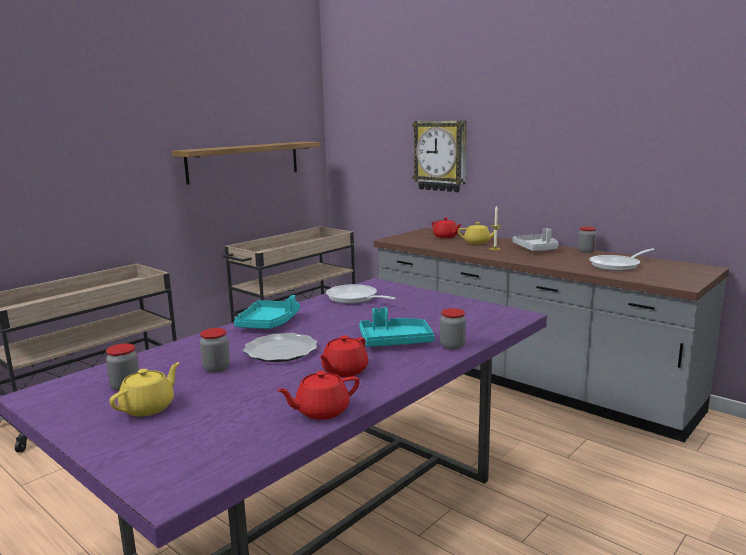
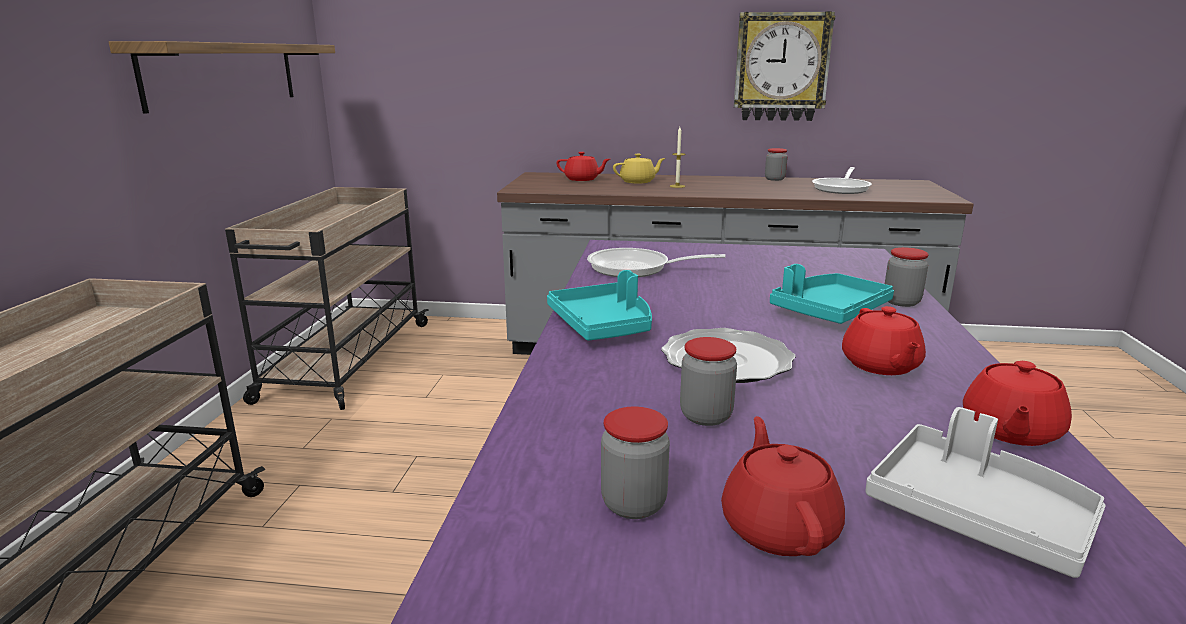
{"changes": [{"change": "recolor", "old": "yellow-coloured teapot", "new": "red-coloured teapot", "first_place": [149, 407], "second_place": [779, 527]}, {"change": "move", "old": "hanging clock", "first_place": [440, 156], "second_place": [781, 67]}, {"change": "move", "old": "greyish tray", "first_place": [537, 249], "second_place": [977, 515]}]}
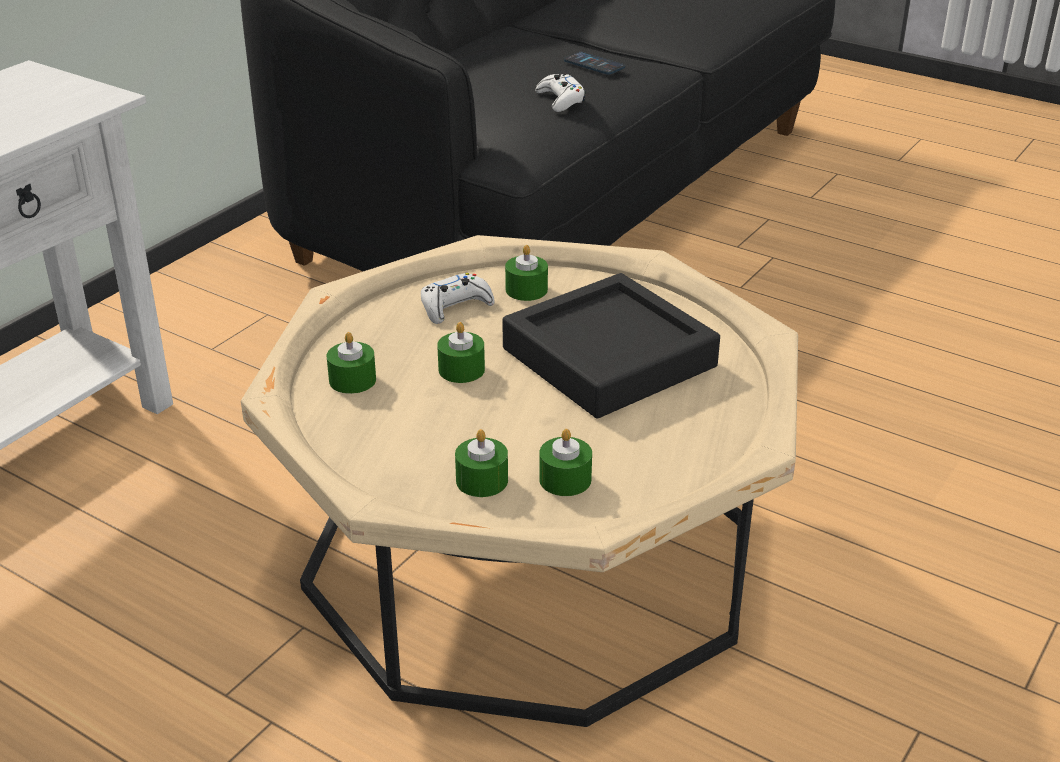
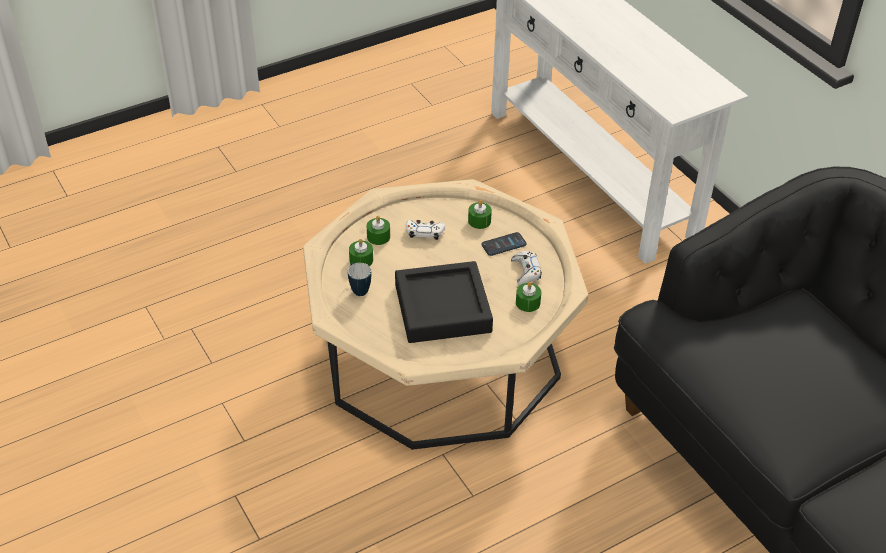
{"changes": [{"change": "insert", "new": "mug", "second_place": [358, 289]}, {"change": "move", "old": "white joypad", "first_place": [561, 100], "second_place": [425, 232]}, {"change": "move", "old": "telephone", "first_place": [594, 64], "second_place": [503, 244]}, {"change": "delete", "old": "green-coloured wax candle", "first_place": [461, 370]}]}
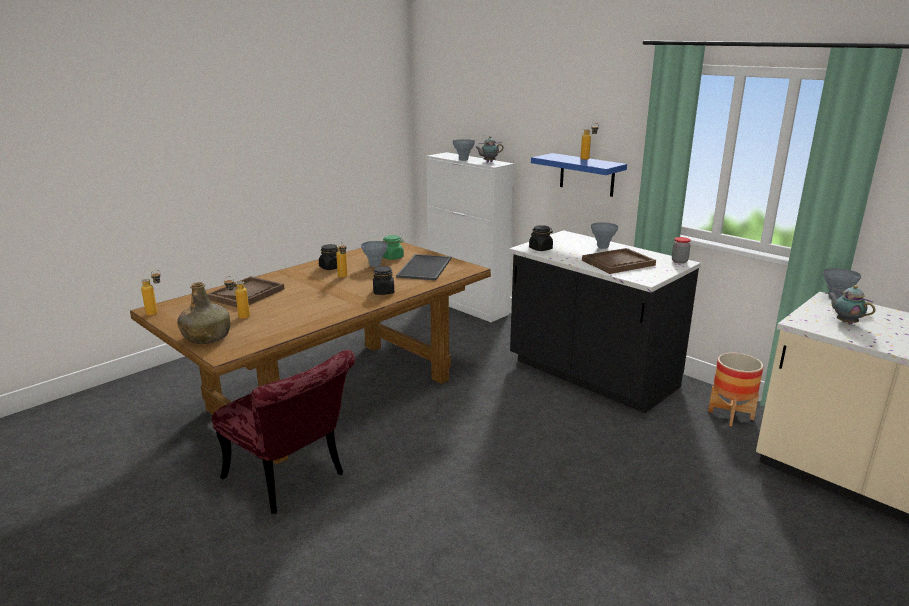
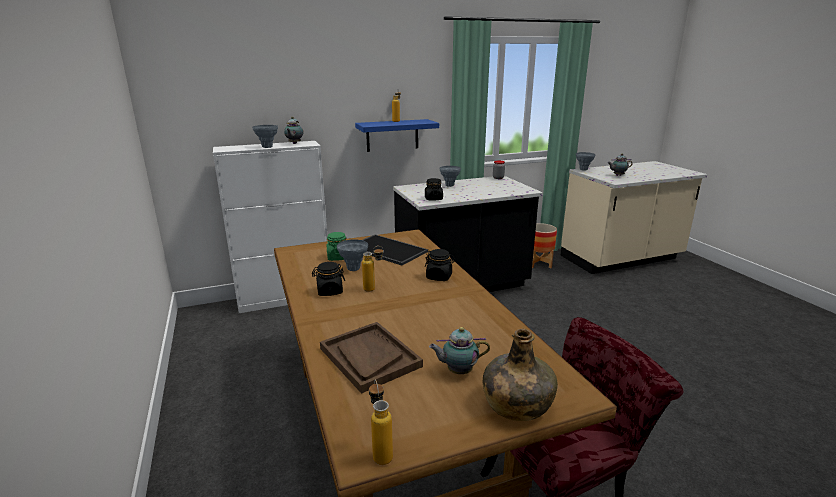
{"changes": [{"change": "replace", "old": "drink bottle", "new": "teapot", "first_place": [239, 318], "second_place": [457, 371]}, {"change": "delete", "old": "brown tray", "first_place": [618, 263]}]}
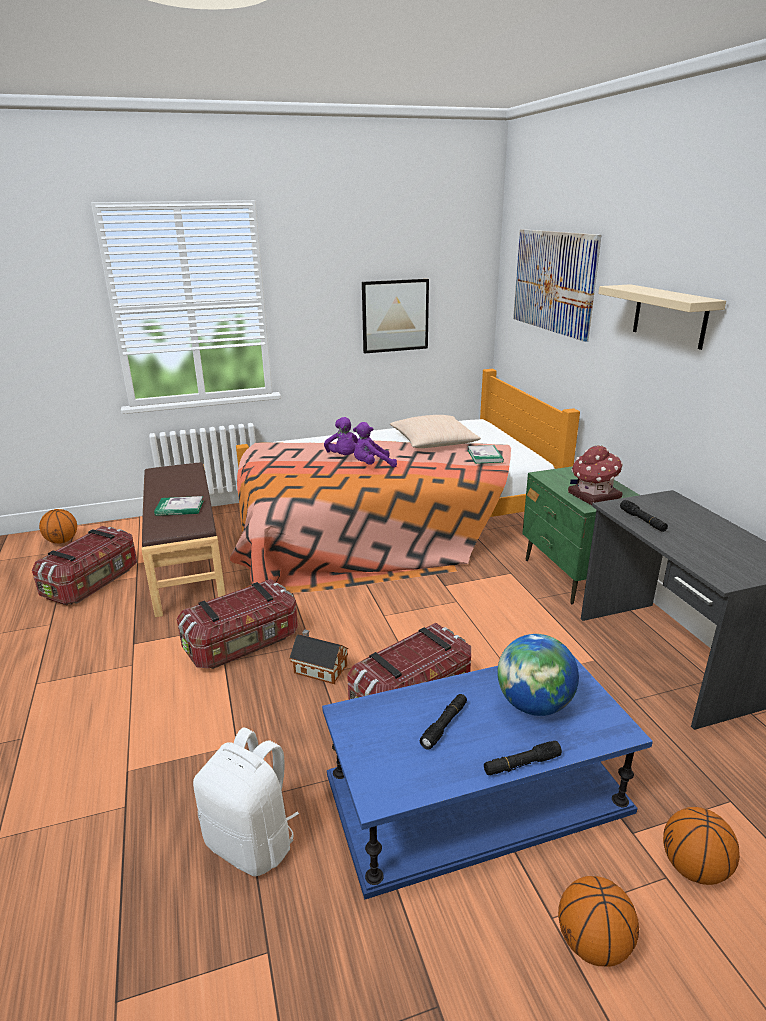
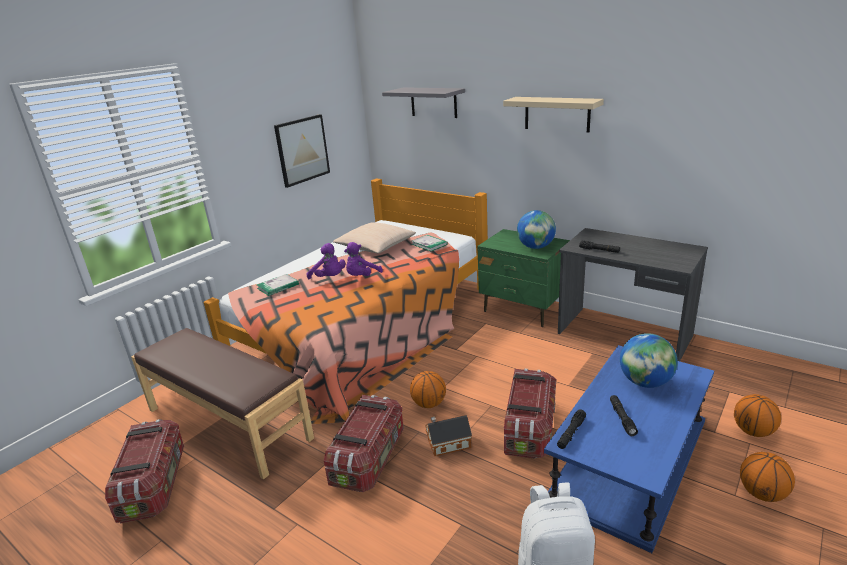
{"changes": [{"change": "move", "old": "book", "first_place": [179, 508], "second_place": [278, 286]}, {"change": "replace", "old": "wall art", "new": "greyish shelf", "first_place": [554, 281], "second_place": [433, 102]}, {"change": "move", "old": "ball for basketball", "first_place": [62, 541], "second_place": [429, 404]}, {"change": "replace", "old": "toy house", "new": "world globe", "first_place": [593, 495], "second_place": [536, 247]}, {"change": "move", "old": "black torch", "first_place": [521, 764], "second_place": [571, 433]}]}
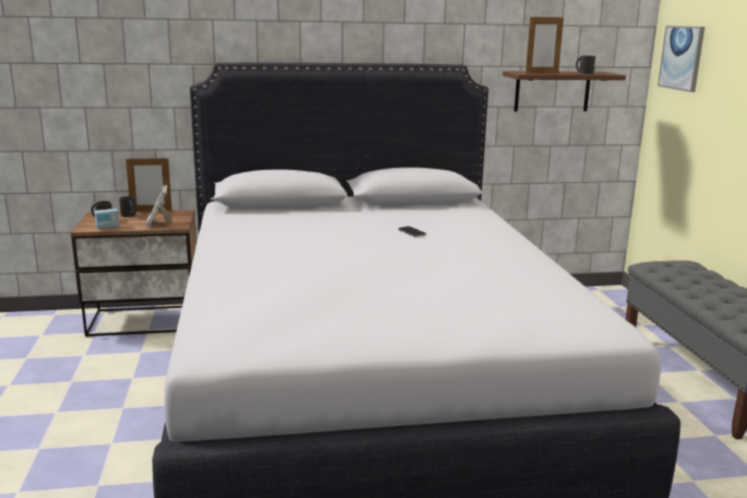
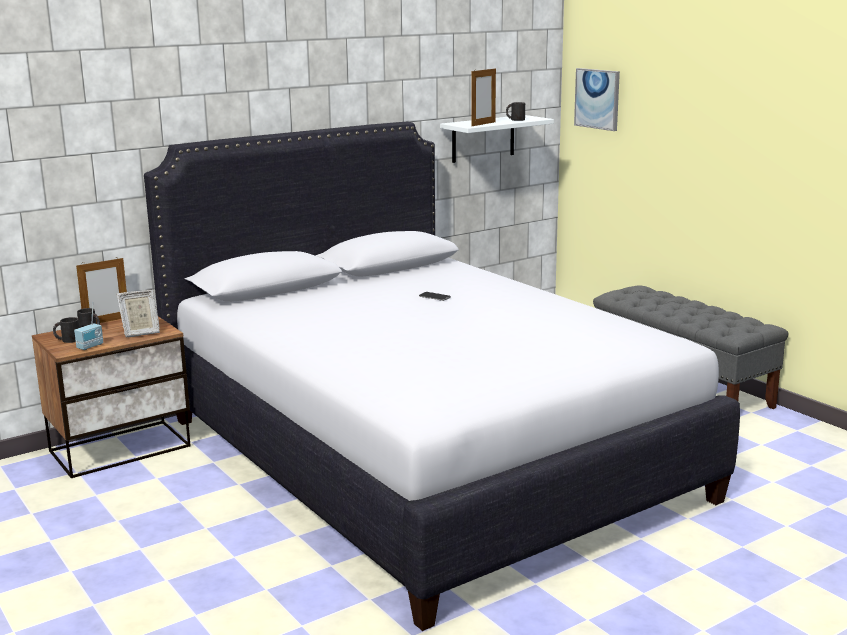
{"changes": [{"change": "rotate", "old": "standing frame", "first_place": [158, 223], "second_place": [140, 333], "degrees": -75}, {"change": "recolor", "old": "brown shelf", "new": "white shelf", "first_place": [552, 91], "second_place": [483, 138]}]}
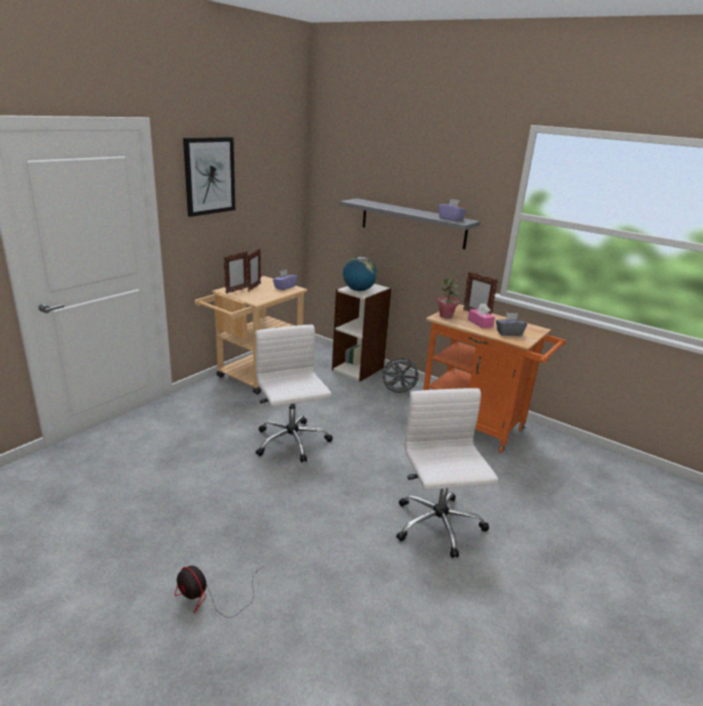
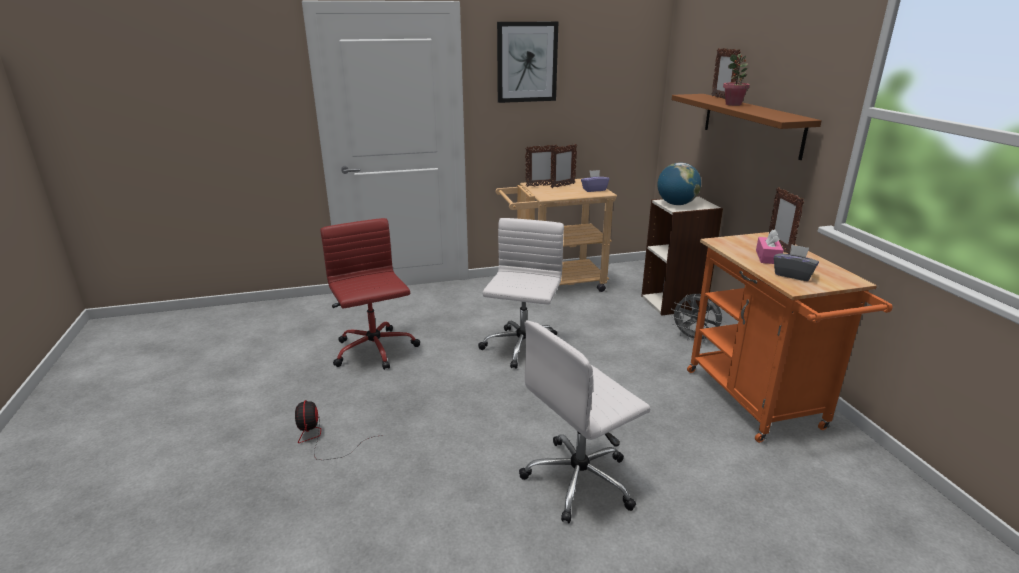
{"changes": [{"change": "insert", "new": "red-coloured desk chair", "second_place": [375, 351]}, {"change": "rotate", "old": "white desk chair", "first_place": [438, 526], "second_place": [580, 480], "degrees": -150}, {"change": "recolor", "old": "greyish shelf", "new": "brown shelf", "first_place": [412, 223], "second_place": [751, 124]}, {"change": "insert", "new": "standing frame", "second_place": [721, 98]}, {"change": "move", "old": "plant in a pot", "first_place": [446, 316], "second_place": [733, 104]}, {"change": "delete", "old": "purplish tissue holder", "first_place": [451, 219]}]}
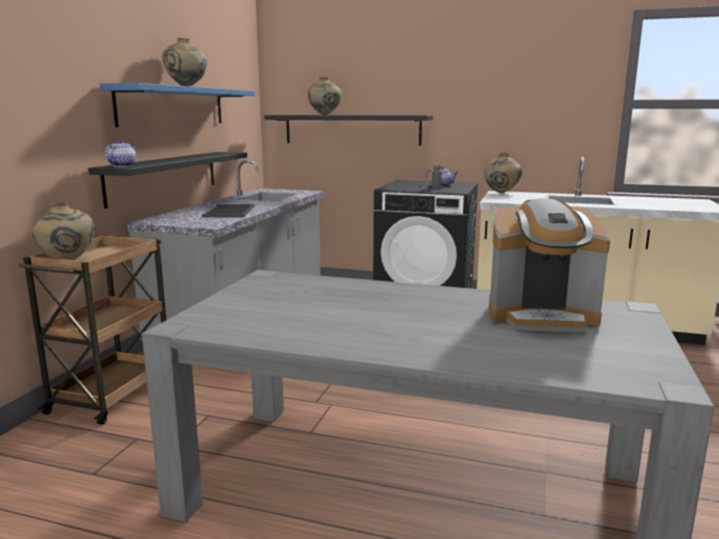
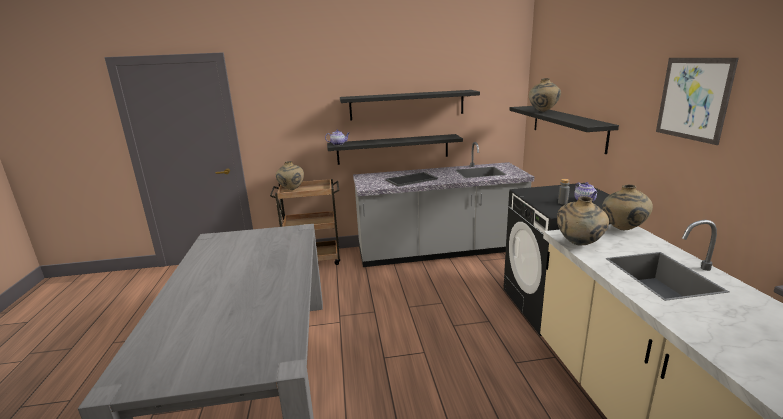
{"changes": [{"change": "recolor", "old": "blue shelf", "new": "black shelf", "first_place": [173, 106], "second_place": [407, 105]}, {"change": "move", "old": "beige-coloured flower vase", "first_place": [186, 87], "second_place": [579, 244]}, {"change": "insert", "new": "wall art", "second_place": [693, 99]}, {"change": "delete", "old": "coffee maker", "first_place": [541, 316]}]}
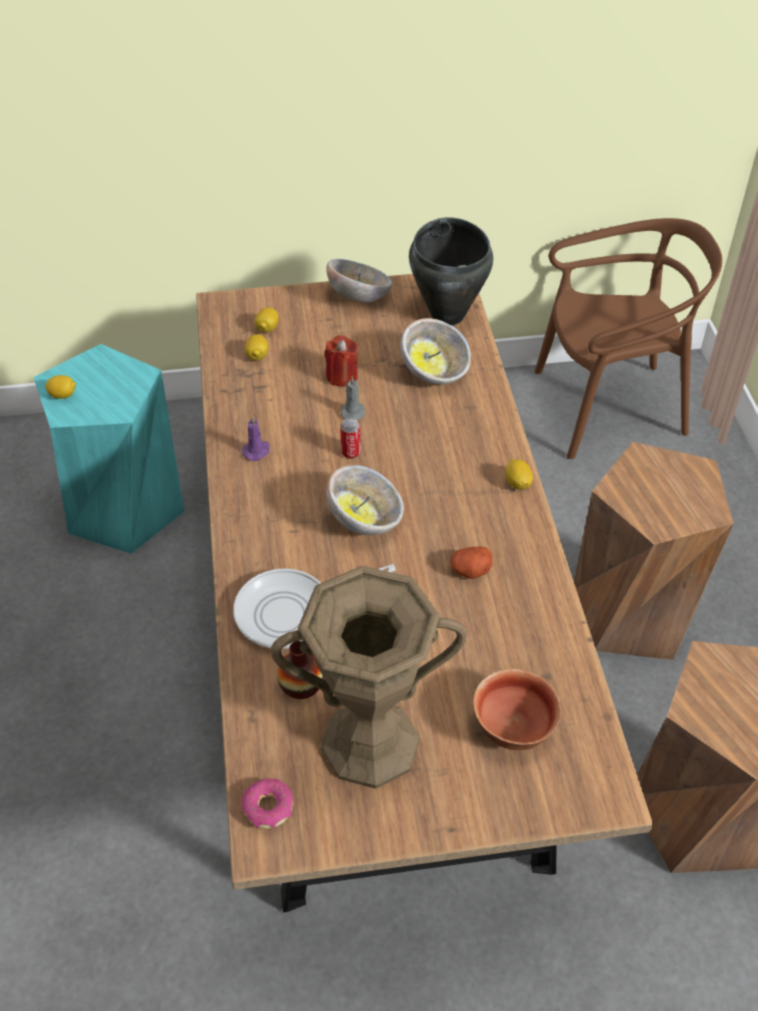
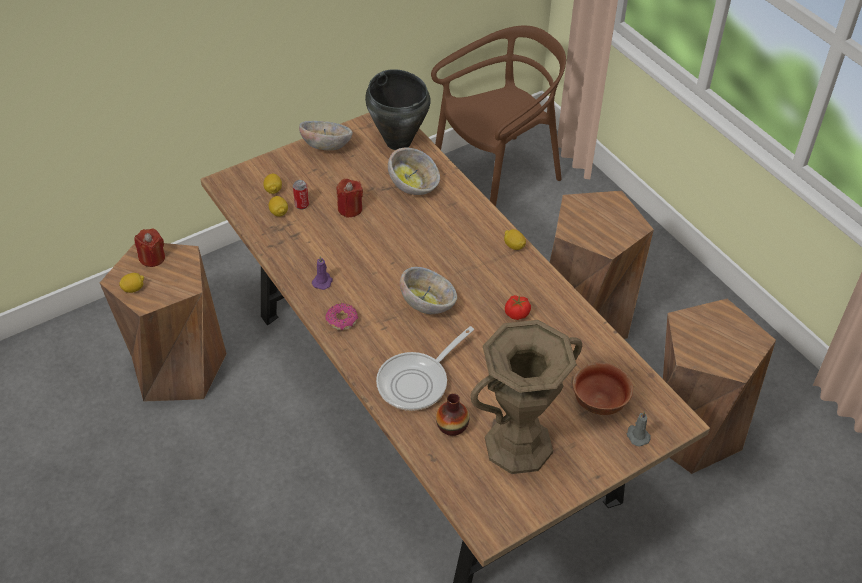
{"changes": [{"change": "recolor", "old": "blue-green stool", "new": "brown stool", "first_place": [125, 509], "second_place": [178, 367]}, {"change": "insert", "new": "red-coloured wax candle", "second_place": [152, 258]}, {"change": "move", "old": "can", "first_place": [350, 452], "second_place": [302, 205]}, {"change": "move", "old": "doughnut", "first_place": [268, 808], "second_place": [342, 321]}, {"change": "replace", "old": "spud", "new": "fresh tomato", "first_place": [470, 570], "second_place": [516, 314]}, {"change": "move", "old": "greyish wax candle", "first_place": [352, 411], "second_place": [637, 436]}]}
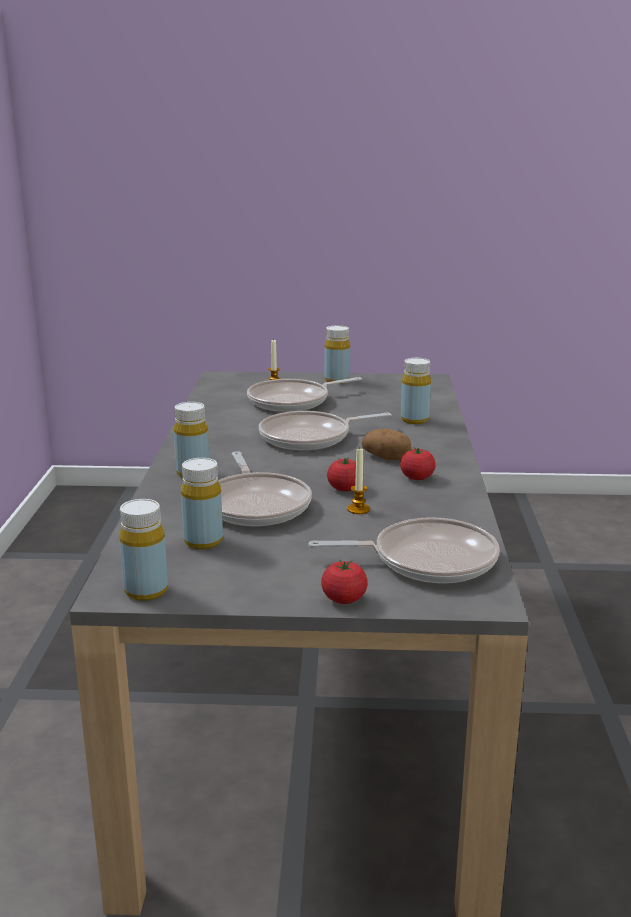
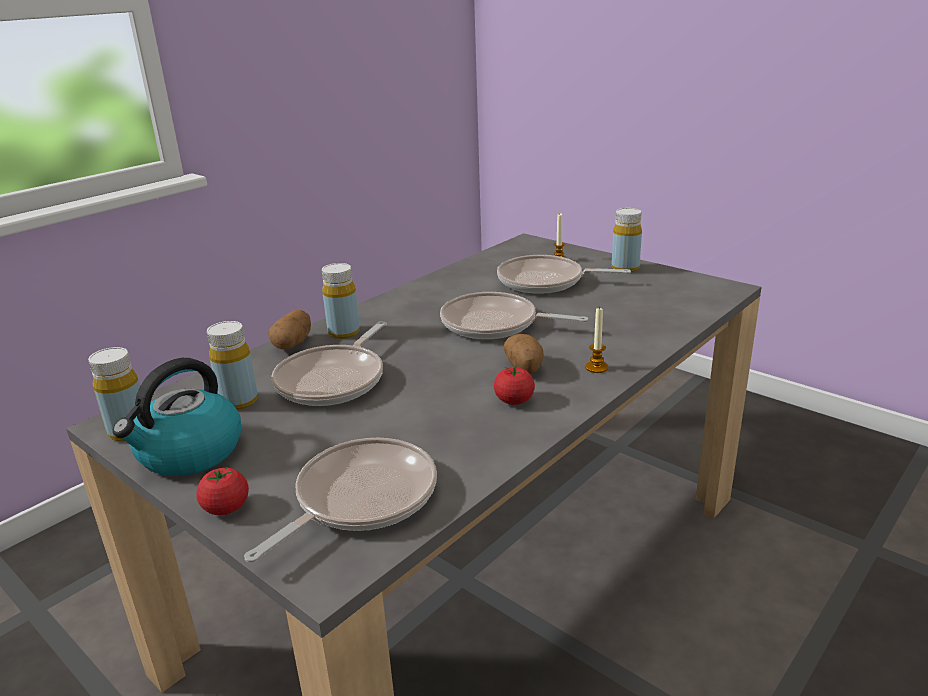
{"changes": [{"change": "insert", "new": "water kettle", "second_place": [189, 453]}, {"change": "rotate", "old": "skillet", "first_place": [427, 560], "second_place": [360, 499], "degrees": -90}, {"change": "insert", "new": "spud", "second_place": [293, 344]}, {"change": "move", "old": "wax candle", "first_place": [358, 509], "second_place": [596, 367]}, {"change": "delete", "old": "fresh tomato", "first_place": [344, 488]}, {"change": "delete", "old": "yellow-coloured drink bottle", "first_place": [414, 420]}]}
